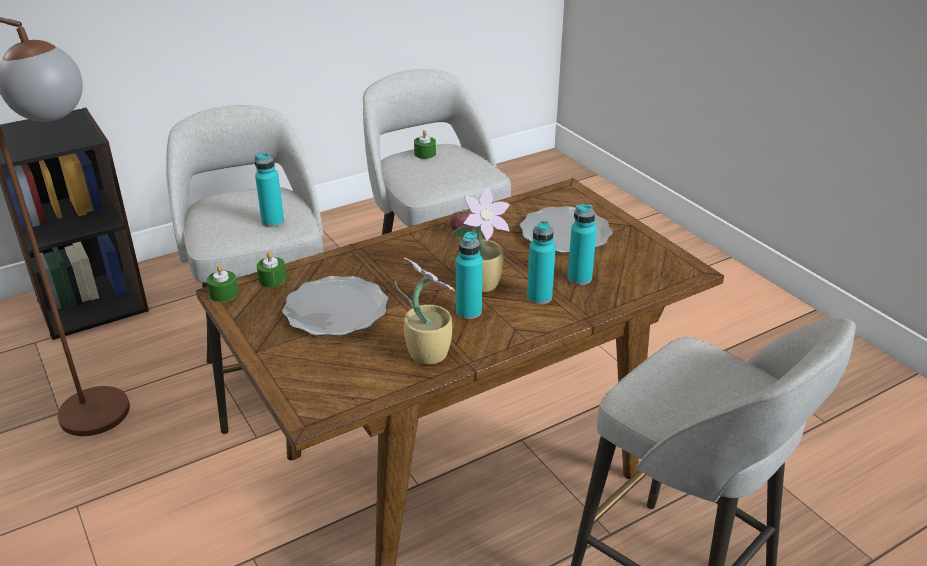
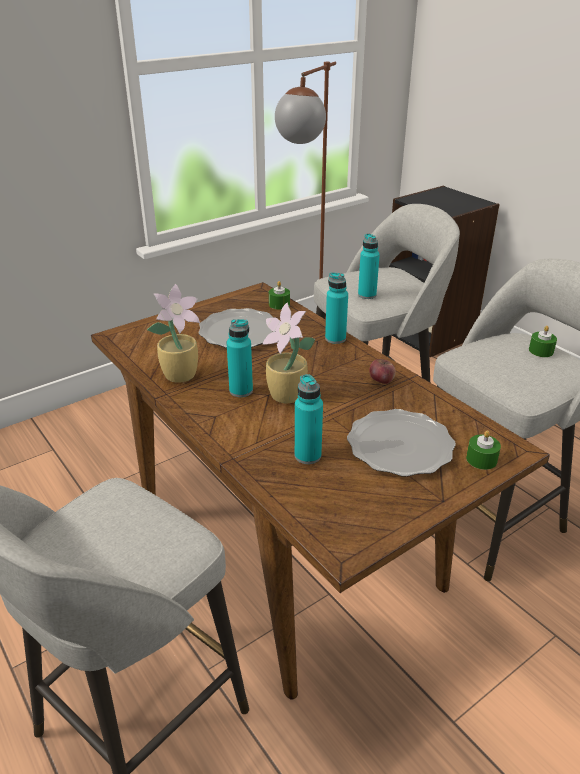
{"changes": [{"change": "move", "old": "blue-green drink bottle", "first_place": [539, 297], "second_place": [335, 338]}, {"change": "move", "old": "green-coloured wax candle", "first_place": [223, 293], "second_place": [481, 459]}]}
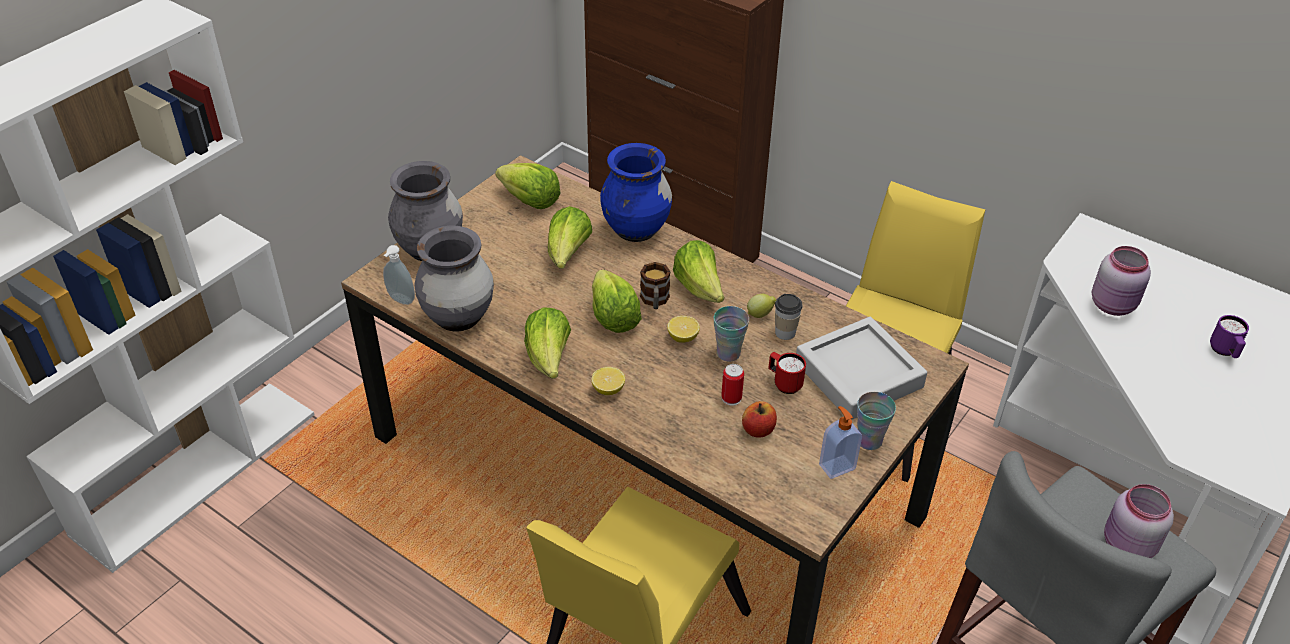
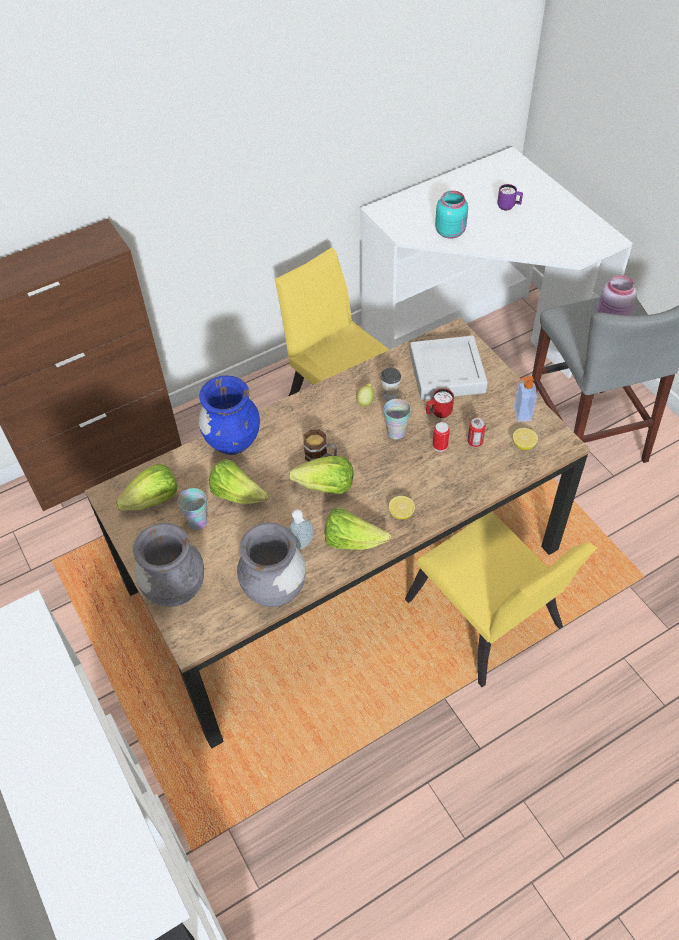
{"changes": [{"change": "move", "old": "small cup", "first_place": [869, 441], "second_place": [197, 522]}, {"change": "move", "old": "soap bottle", "first_place": [400, 300], "second_place": [301, 546]}, {"change": "recolor", "old": "pinkish jar", "new": "blue-green jar", "first_place": [1114, 305], "second_place": [450, 231]}, {"change": "replace", "old": "apple fruit", "new": "can", "first_place": [758, 430], "second_place": [475, 442]}, {"change": "move", "old": "lemon", "first_place": [683, 337], "second_place": [523, 445]}, {"change": "delete", "old": "lettuce", "first_place": [699, 289]}]}
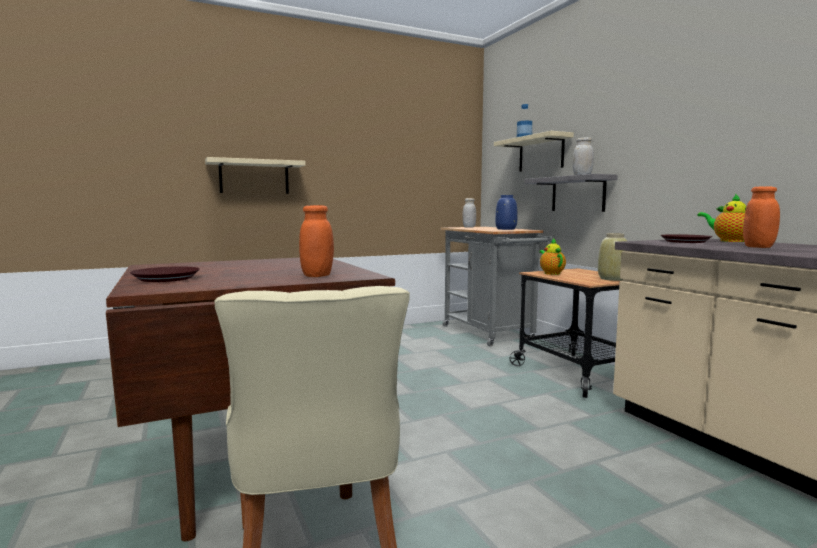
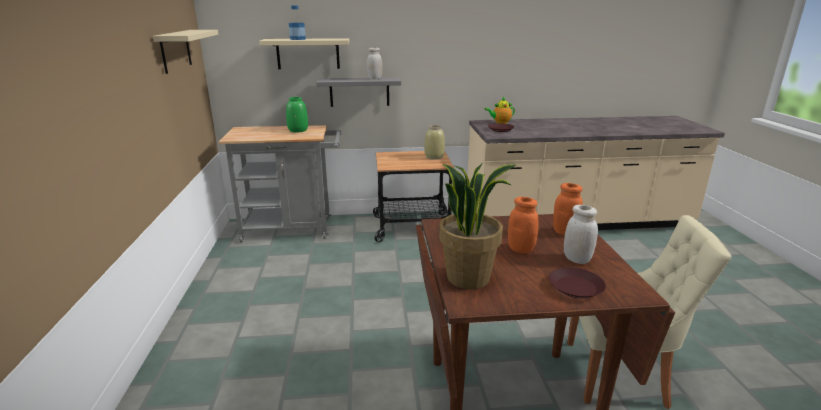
{"changes": [{"change": "move", "old": "beige-coloured shelf", "first_place": [254, 177], "second_place": [175, 50]}, {"change": "recolor", "old": "blue flower vase", "new": "green-coloured flower vase", "first_place": [505, 229], "second_place": [298, 130]}, {"change": "insert", "new": "plant in a pot", "second_place": [469, 277]}, {"change": "move", "old": "orange jar", "first_place": [758, 247], "second_place": [521, 249]}, {"change": "move", "old": "white jar", "first_place": [469, 227], "second_place": [577, 259]}, {"change": "delete", "old": "teapot", "first_place": [551, 273]}]}
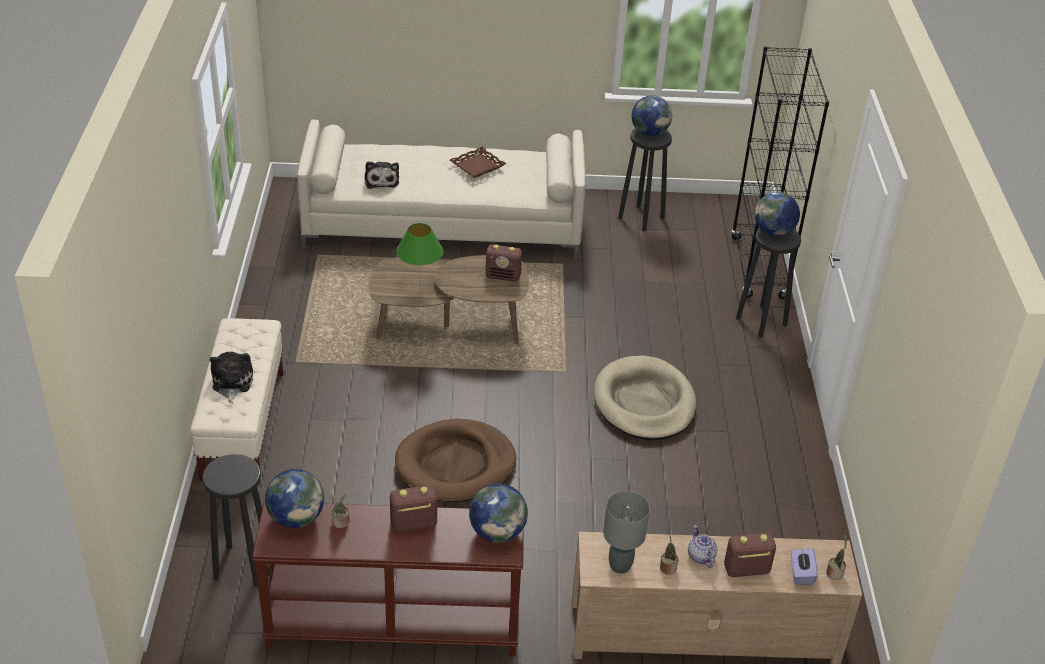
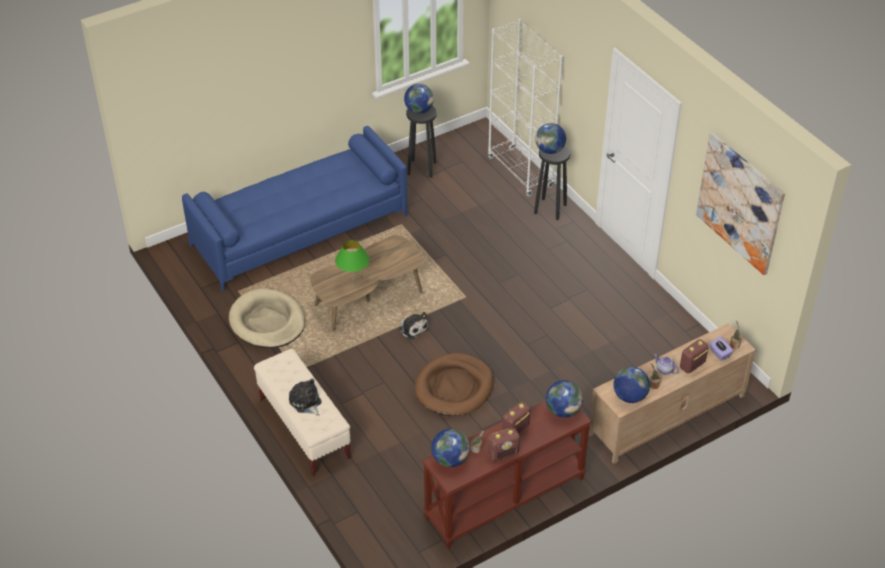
{"changes": [{"change": "recolor", "old": "beige-coloured couch", "new": "blue couch", "first_place": [444, 223], "second_place": [300, 229]}, {"change": "move", "old": "beige-coloured dog cushion", "first_place": [644, 403], "second_place": [267, 322]}, {"change": "move", "old": "soft toy", "first_place": [381, 180], "second_place": [412, 328]}, {"change": "recolor", "old": "black shelving unit", "new": "white shelving unit", "first_place": [758, 268], "second_place": [520, 172]}, {"change": "move", "old": "radio", "first_place": [503, 276], "second_place": [503, 453]}, {"change": "replace", "old": "greyish tabletop lamp", "new": "world globe", "first_place": [619, 566], "second_place": [629, 396]}, {"change": "insert", "new": "wall art", "second_place": [740, 203]}, {"change": "delete", "old": "black stool", "first_place": [243, 566]}, {"change": "delete", "old": "brown tray", "first_place": [477, 166]}]}
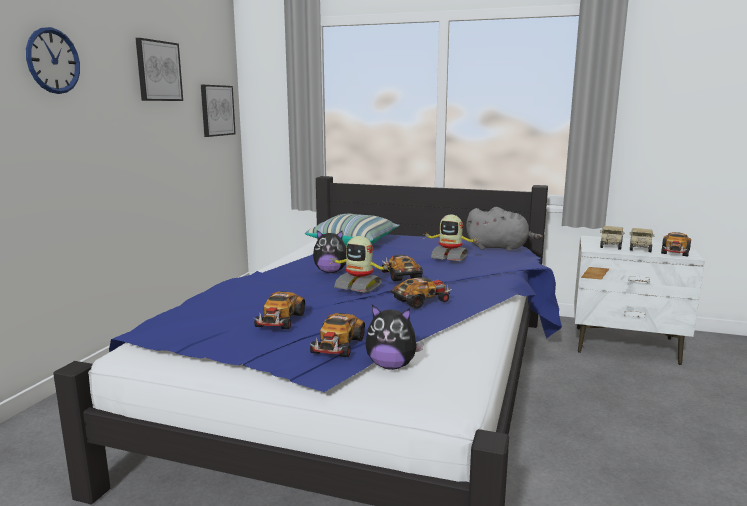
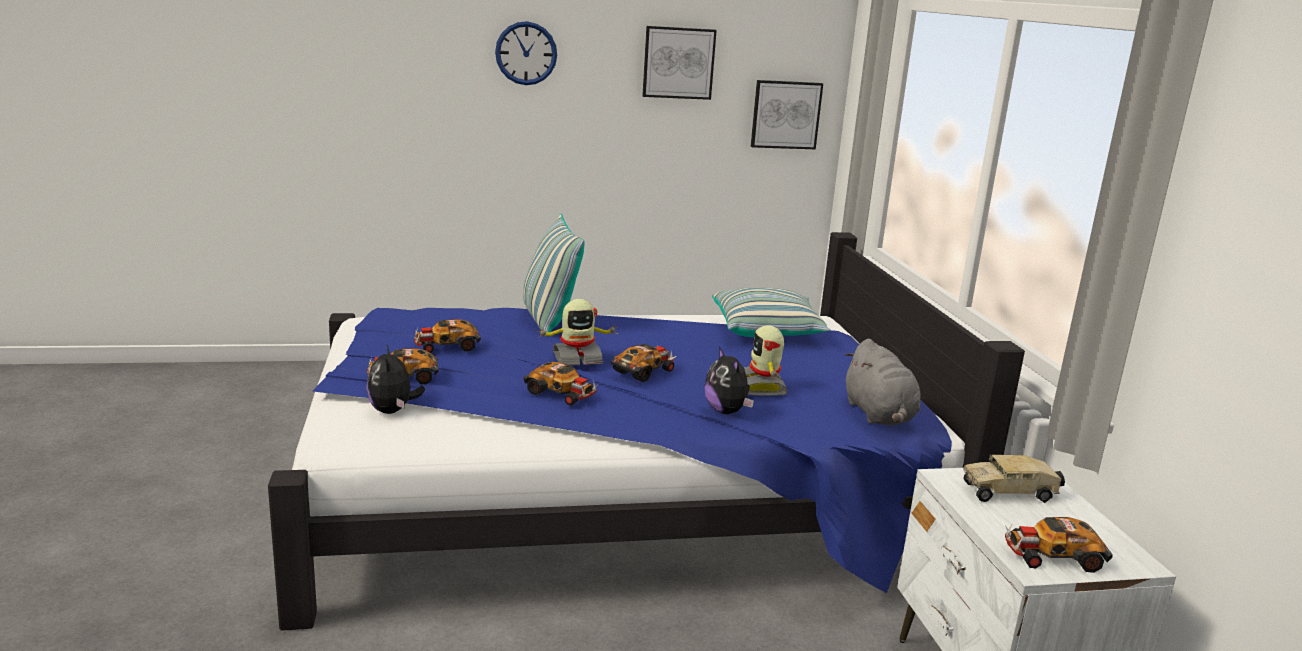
{"changes": [{"change": "insert", "new": "pillow", "second_place": [548, 320]}, {"change": "rotate", "old": "model robot", "first_place": [358, 286], "second_place": [577, 358], "degrees": -105}, {"change": "move", "old": "soft toy", "first_place": [331, 272], "second_place": [727, 411]}, {"change": "delete", "old": "model truck", "first_place": [640, 247]}]}
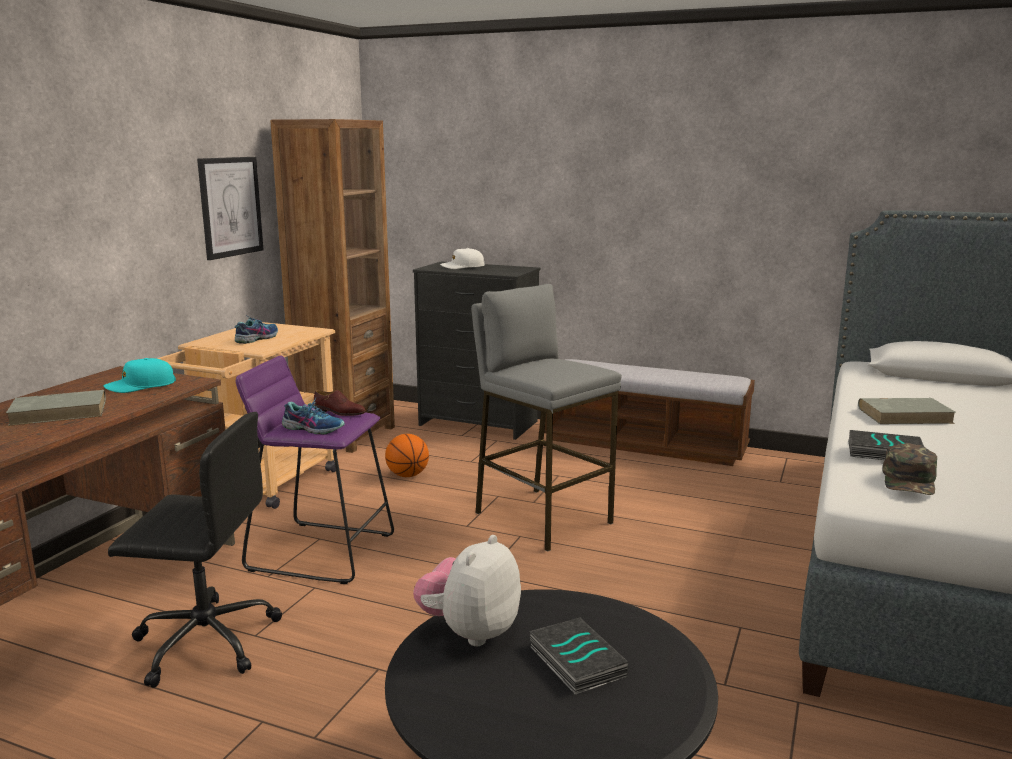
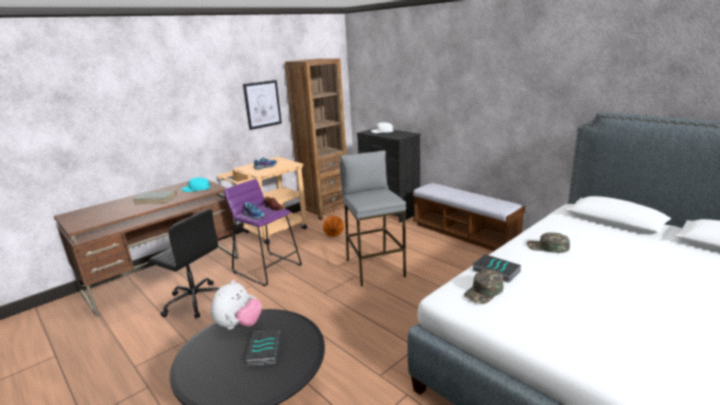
{"changes": [{"change": "rotate", "old": "soft toy", "first_place": [470, 632], "second_place": [239, 325], "degrees": 150}, {"change": "replace", "old": "greyish book", "new": "green-coloured cap", "first_place": [905, 415], "second_place": [547, 247]}]}
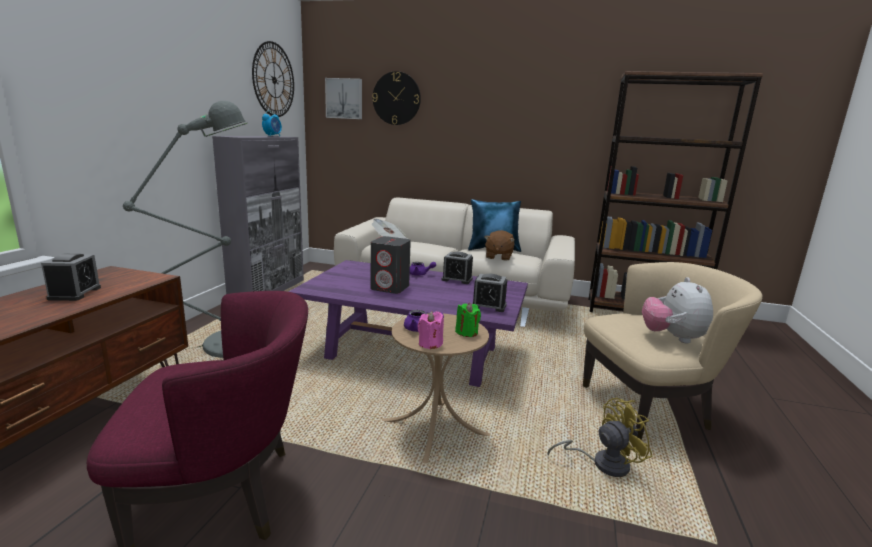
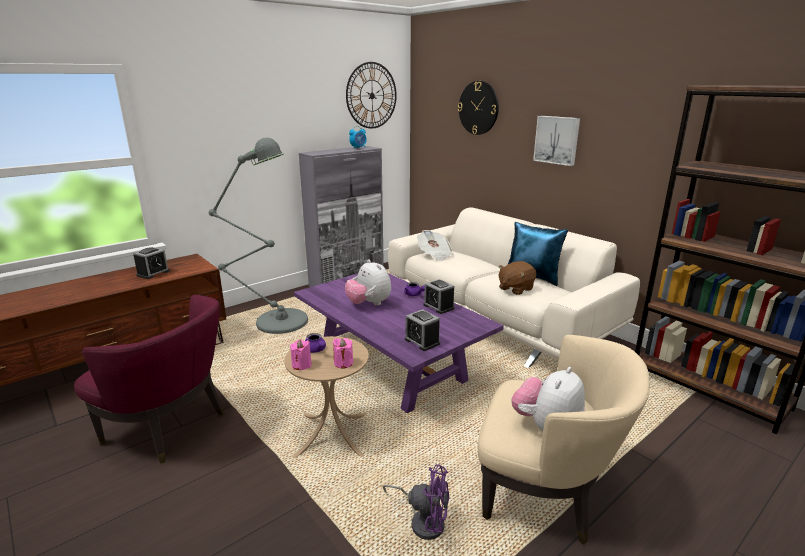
{"changes": [{"change": "recolor", "old": "green-coloured wax candle", "new": "pinkish wax candle", "first_place": [467, 332], "second_place": [343, 363]}, {"change": "replace", "old": "greyish loudspeaker", "new": "soft toy", "first_place": [390, 288], "second_place": [369, 304]}, {"change": "recolor", "old": "yellow-coloured electric fan", "new": "purplish electric fan", "first_place": [602, 463], "second_place": [423, 520]}, {"change": "move", "old": "wall art", "first_place": [344, 98], "second_place": [557, 140]}]}
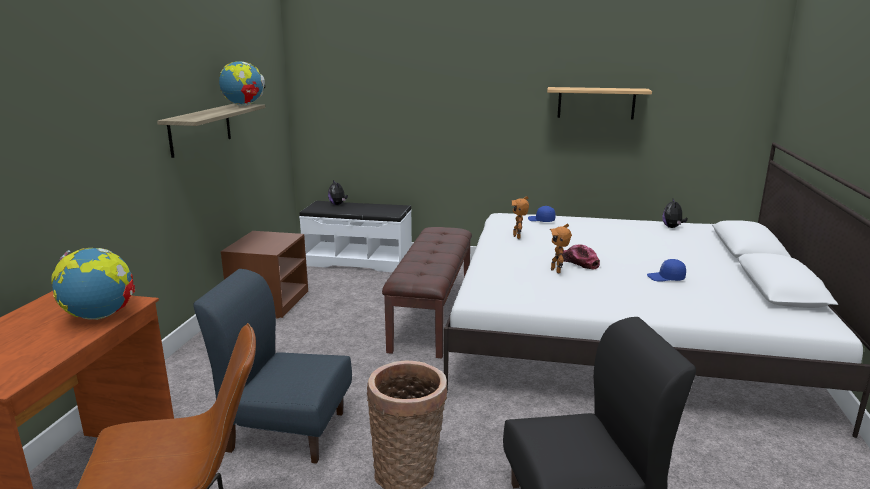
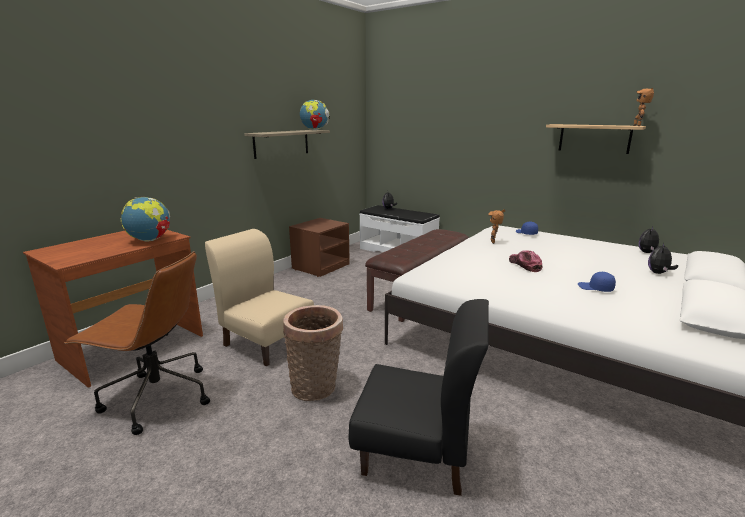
{"changes": [{"change": "recolor", "old": "blue chair", "new": "beige-coloured chair", "first_place": [286, 430], "second_place": [266, 342]}, {"change": "move", "old": "model robot", "first_place": [557, 271], "second_place": [638, 126]}, {"change": "insert", "new": "soft toy", "second_place": [659, 273]}]}
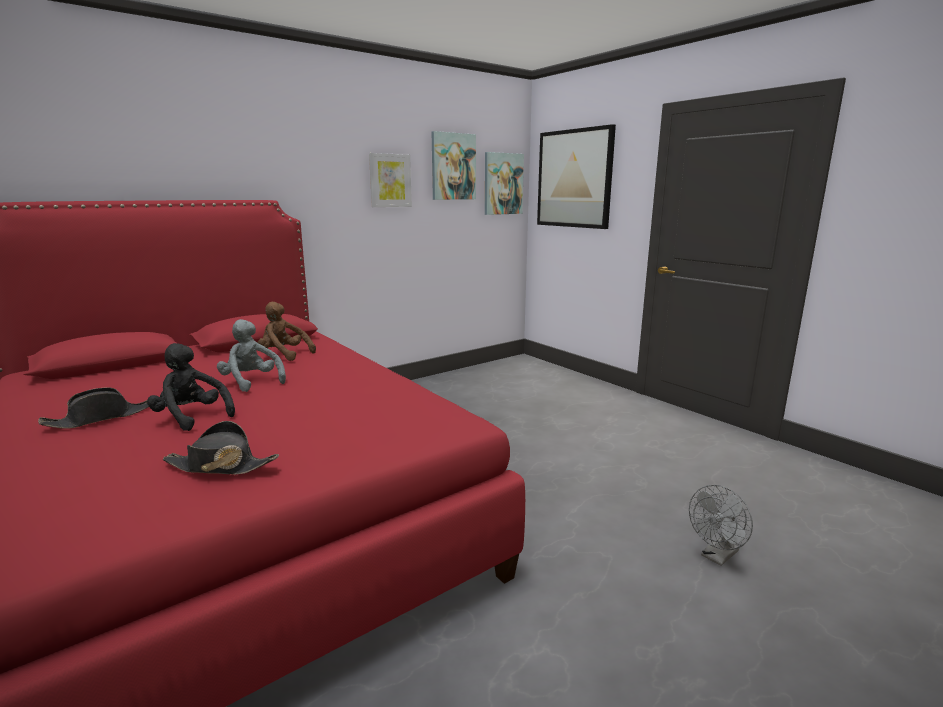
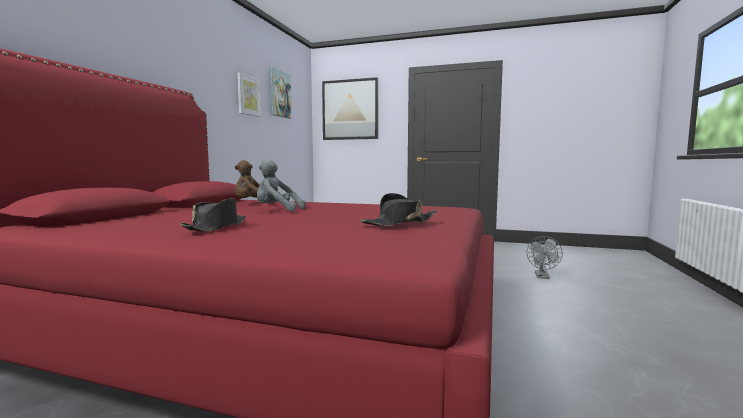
{"changes": [{"change": "delete", "old": "black soft toy", "first_place": [192, 417]}, {"change": "delete", "old": "wall art", "first_place": [503, 184]}]}
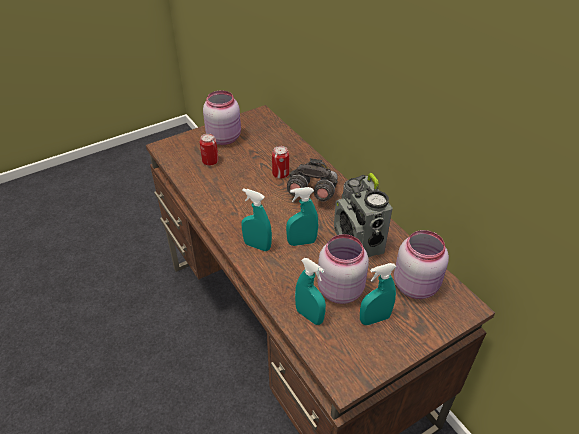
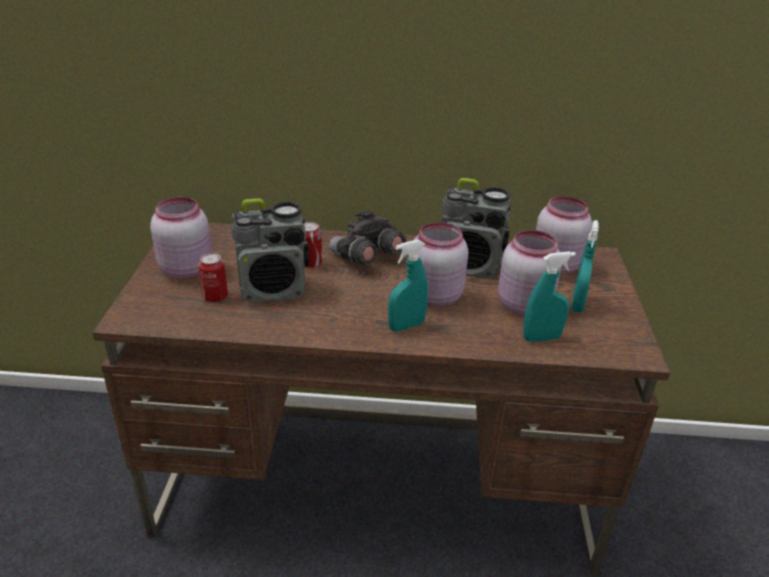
{"changes": [{"change": "insert", "new": "radio", "second_place": [274, 290]}, {"change": "replace", "old": "blue-green spray bottle", "new": "pinkish jar", "first_place": [301, 242], "second_place": [433, 297]}]}
